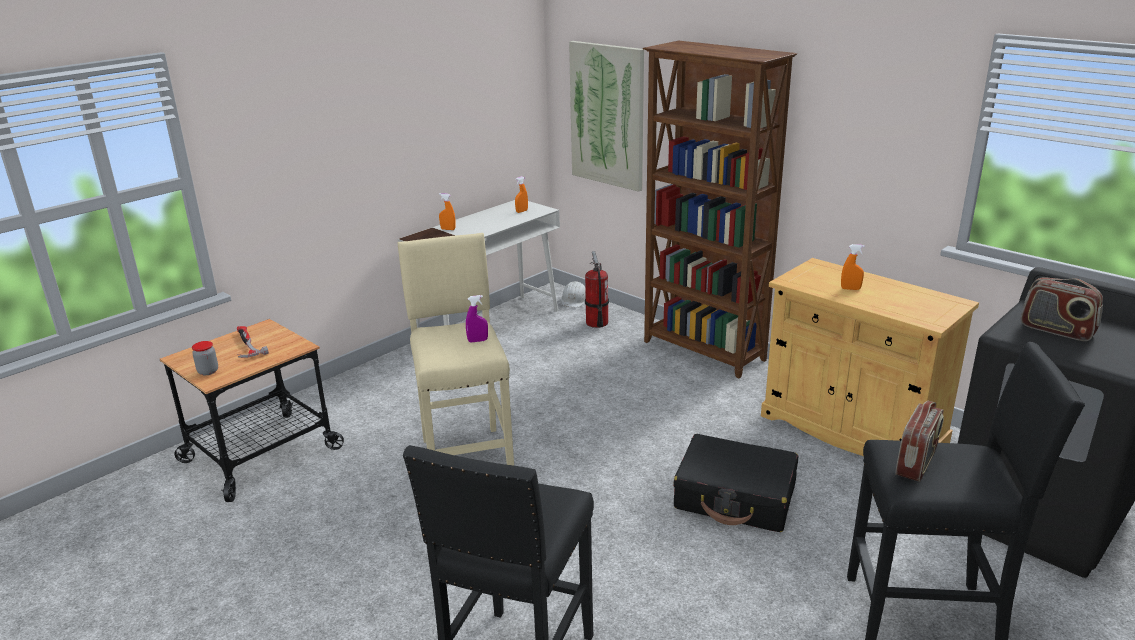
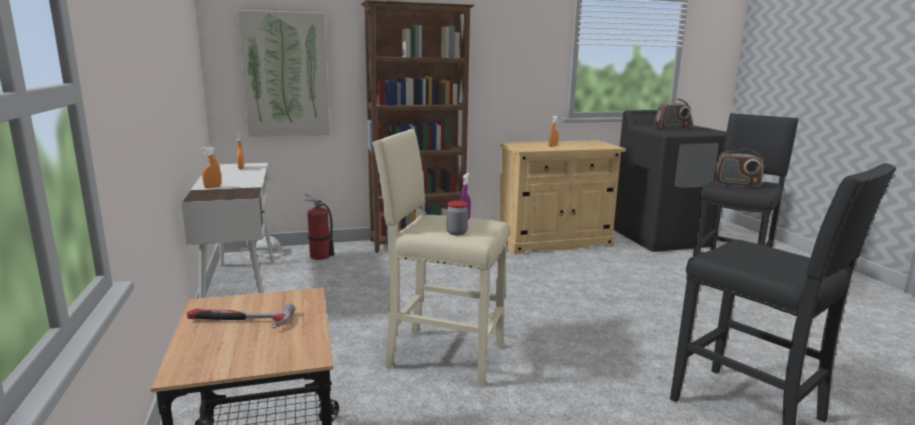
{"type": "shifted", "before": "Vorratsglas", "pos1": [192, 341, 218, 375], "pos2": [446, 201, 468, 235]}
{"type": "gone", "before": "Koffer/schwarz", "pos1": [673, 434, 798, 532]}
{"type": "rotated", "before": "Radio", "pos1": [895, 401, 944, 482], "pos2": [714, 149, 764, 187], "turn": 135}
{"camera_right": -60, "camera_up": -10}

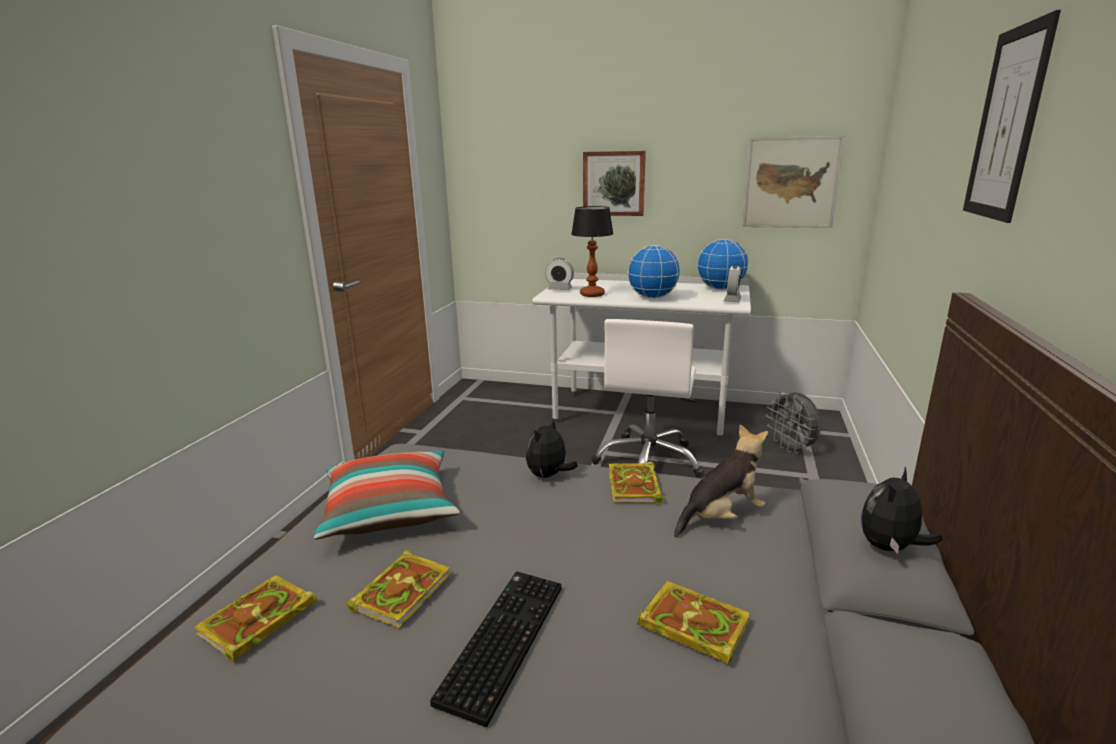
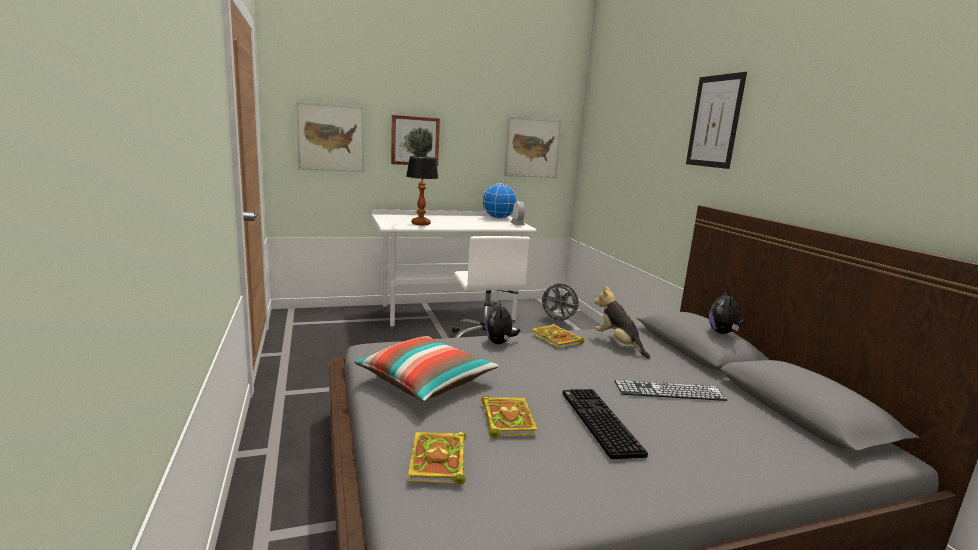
{"type": "gone", "before": "Wecker", "pos1": [545, 258, 574, 290]}
{"type": "gone", "before": "Globus", "pos1": [627, 245, 681, 299]}
{"type": "swapped", "before": "Buch", "after": "Tastatur", "pos1": [637, 581, 750, 666], "pos2": [615, 380, 727, 401]}
{"type": "rotated", "before": "Plüschtier", "pos1": [674, 424, 768, 537], "pos2": [594, 286, 650, 359], "turn": -60}
{"type": "new", "after": "Bild", "pos2": [295, 101, 364, 172]}
{"camera_right": -35, "camera_up": -5}

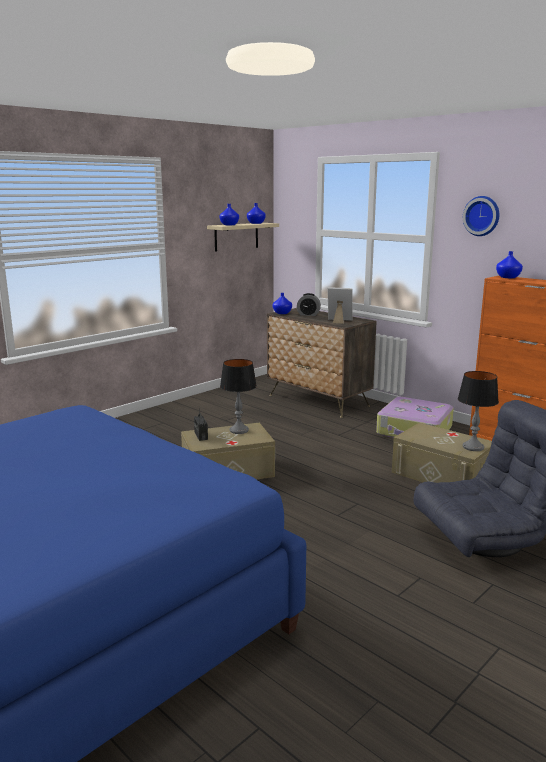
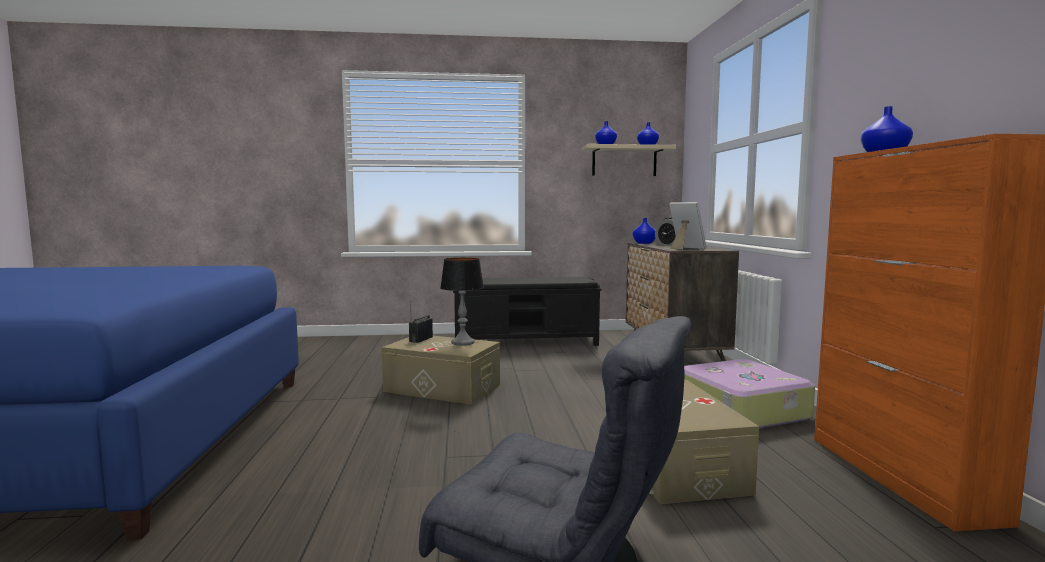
{"type": "gone", "before": "Tischlampe", "pos1": [458, 371, 499, 451]}
{"type": "gone", "before": "Wanduhr", "pos1": [463, 196, 499, 236]}
{"type": "new", "after": "Bank/schwarz", "pos2": [453, 277, 602, 346]}
{"camera_right": 40, "camera_up": -10}

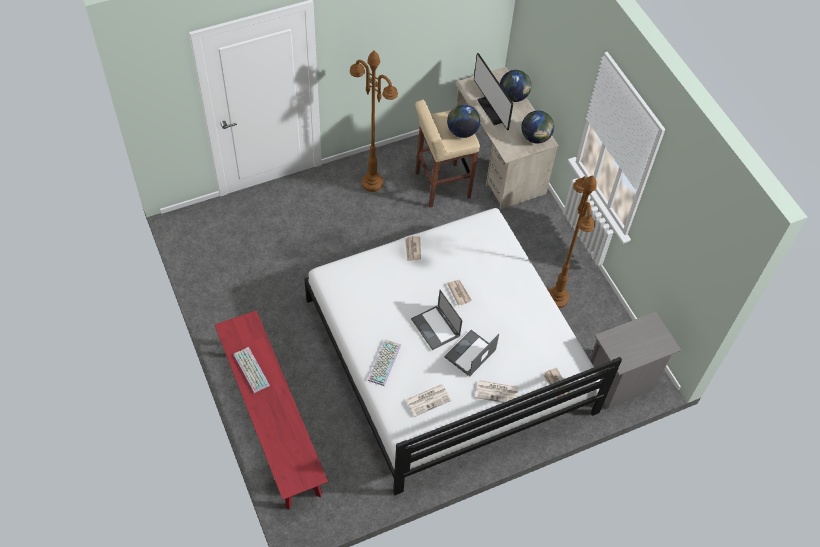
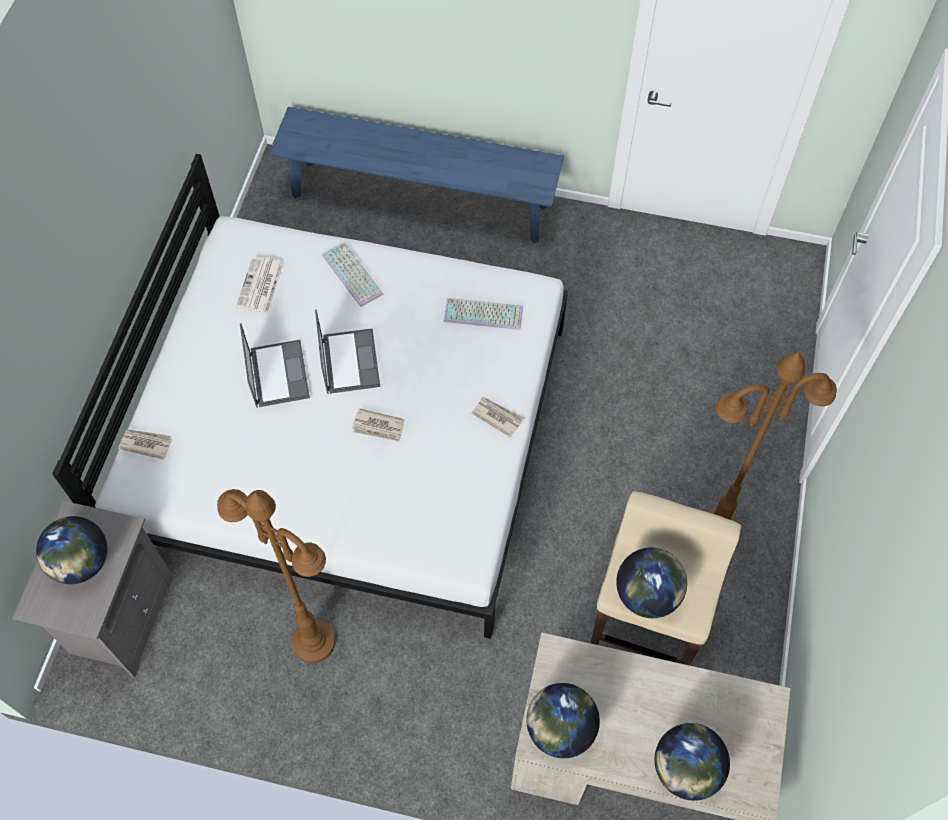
{"type": "repainted", "before": "Bank/rot", "after": "Bank/blau", "pos1": [215, 310, 328, 509], "pos2": [269, 107, 564, 243]}
{"type": "shifted", "before": "Tastatur", "pos1": [233, 347, 270, 393], "pos2": [443, 298, 523, 330]}
{"type": "rotated", "before": "Laptop", "pos1": [411, 290, 462, 350], "pos2": [315, 309, 380, 394], "turn": 75}
{"type": "gone", "before": "Monitor", "pos1": [474, 53, 513, 130]}
{"type": "gone", "before": "Zeitung", "pos1": [476, 380, 518, 405]}
{"type": "new", "after": "Globus", "pos2": [36, 516, 108, 584]}
{"camera_right": 130, "camera_up": 5}

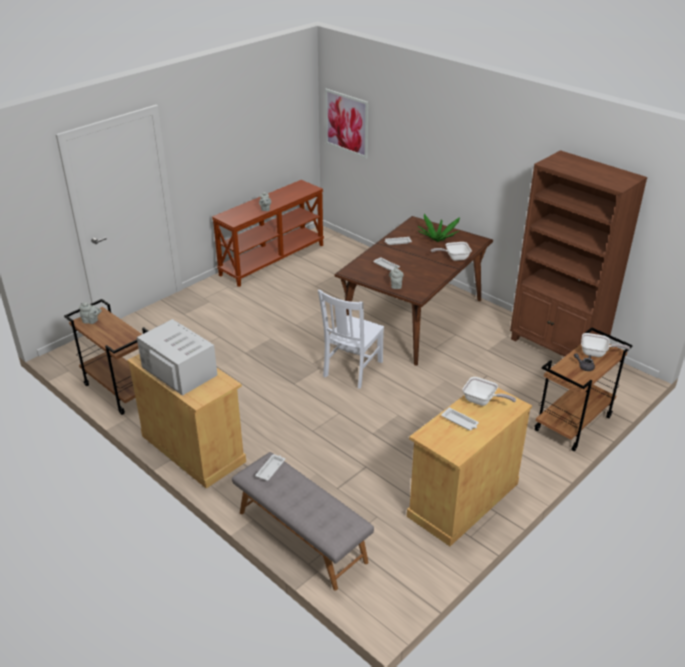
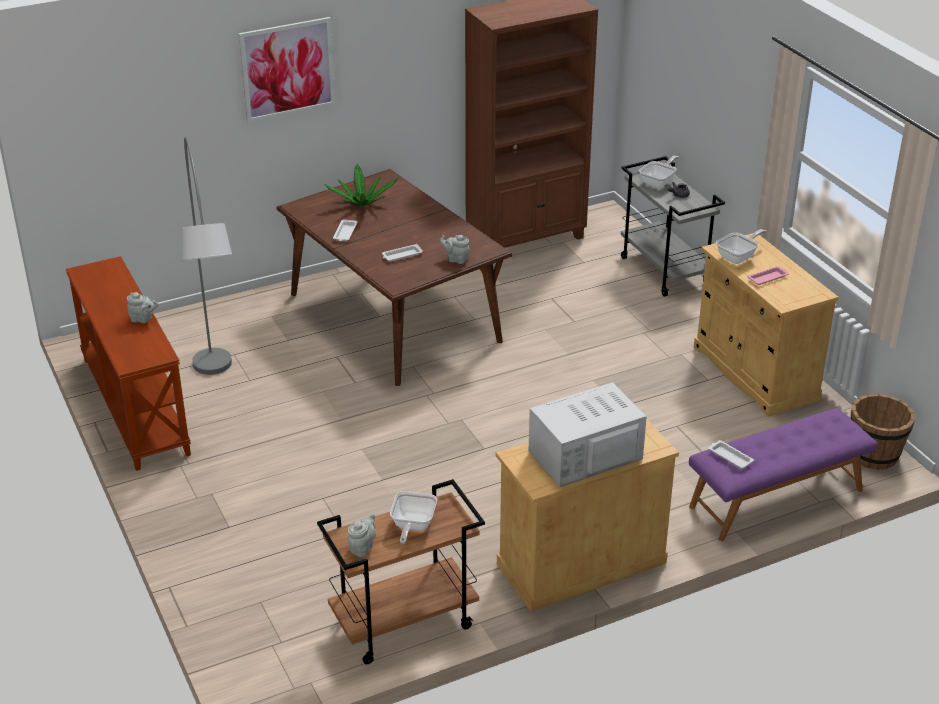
{"type": "repainted", "before": "Bank/grau", "after": "Bank/lila", "pos1": [232, 452, 374, 591], "pos2": [689, 408, 877, 541]}
{"type": "gone", "before": "Stuhl/weiß", "pos1": [318, 290, 384, 389]}
{"type": "shifted", "before": "Bild", "pos1": [325, 89, 368, 159], "pos2": [239, 17, 336, 123]}
{"type": "shifted", "before": "Pfanne", "pos1": [431, 242, 472, 261], "pos2": [390, 491, 437, 544]}
{"type": "repainted", "before": "Tablett/weiß", "after": "Tablett/rosa", "pos1": [441, 407, 479, 430], "pos2": [747, 266, 789, 285]}
{"type": "repainted", "before": "Rollwagen/braun", "after": "Rollwagen/grau", "pos1": [534, 327, 633, 451], "pos2": [621, 156, 725, 297]}
{"type": "new", "after": "Stehlampe/grau", "pos2": [182, 136, 232, 375]}
{"type": "new", "after": "Eimer/braun", "pos2": [851, 394, 915, 470]}
{"camera_right": -70, "camera_up": 0}

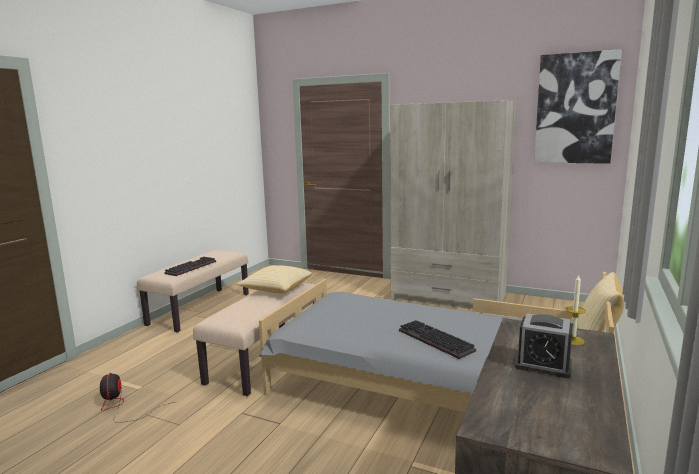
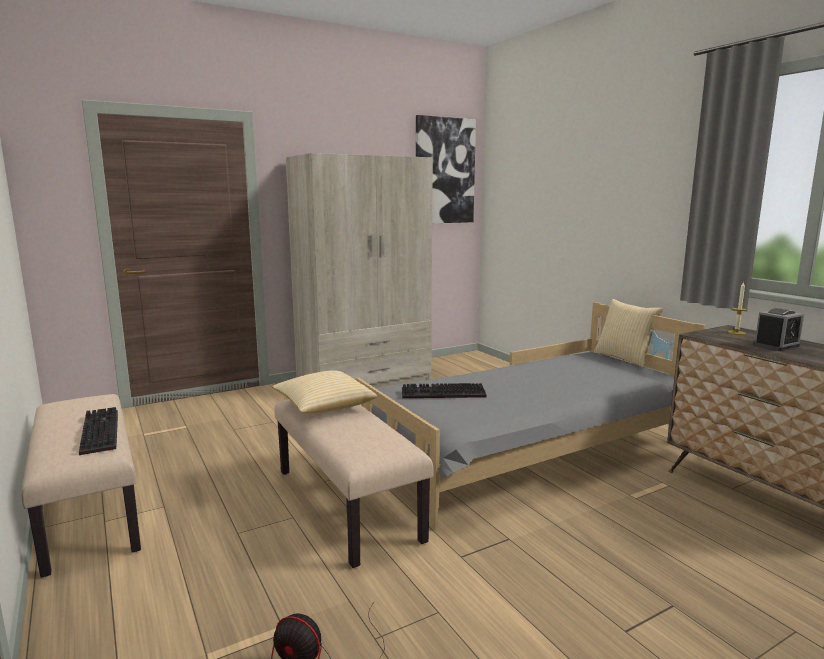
{"type": "shifted", "before": "Tastatur", "pos1": [399, 320, 476, 359], "pos2": [402, 383, 487, 398]}
{"camera_right": -55, "camera_up": 0}

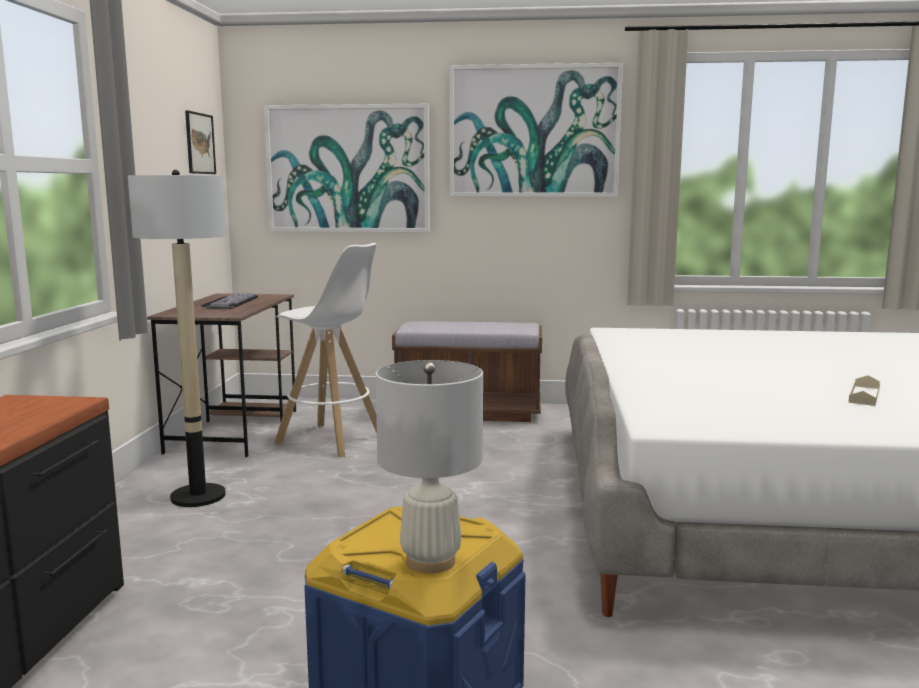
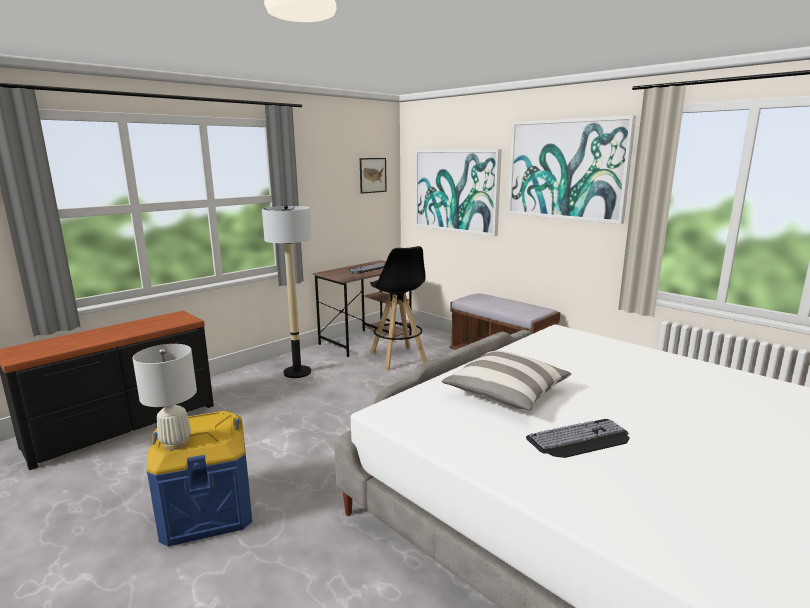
{"type": "repainted", "before": "Hocker/weiß", "after": "Hocker/schwarz", "pos1": [274, 243, 377, 457], "pos2": [370, 246, 427, 371]}
{"type": "swapped", "before": "Tablett/beige", "after": "Tastatur", "pos1": [848, 375, 880, 406], "pos2": [526, 419, 630, 458]}
{"type": "new", "after": "Kissen", "pos2": [441, 351, 572, 410]}
{"camera_right": 40, "camera_up": 5}

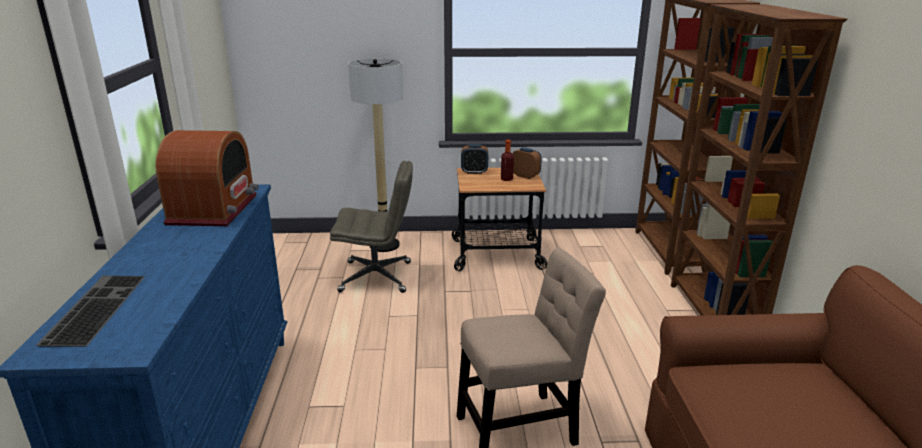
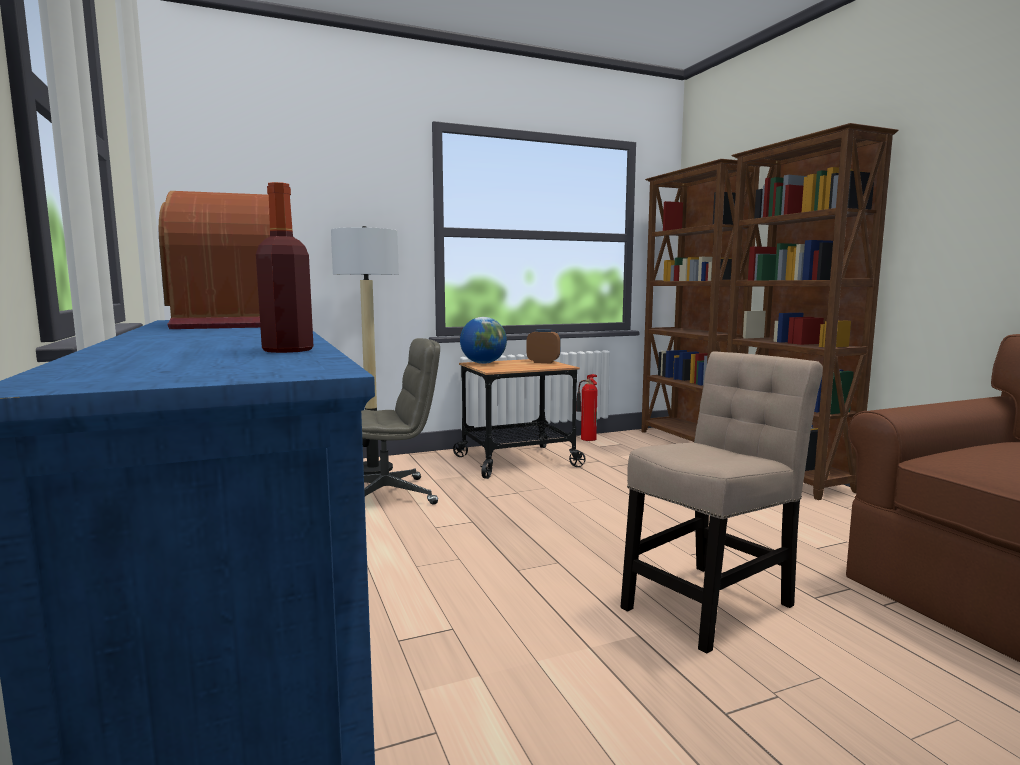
{"type": "gone", "before": "Tastatur", "pos1": [36, 276, 145, 347]}
{"type": "swapped", "before": "Wecker", "after": "Globus", "pos1": [461, 144, 488, 174], "pos2": [460, 317, 507, 364]}
{"type": "shifted", "before": "Flasche", "pos1": [501, 140, 514, 181], "pos2": [256, 182, 313, 353]}
{"type": "new", "after": "Feuerlöscher", "pos2": [576, 374, 598, 441]}
{"camera_right": -20, "camera_up": -15}

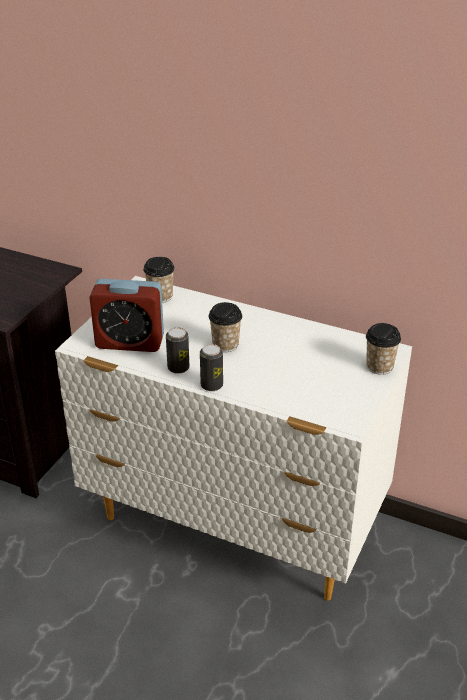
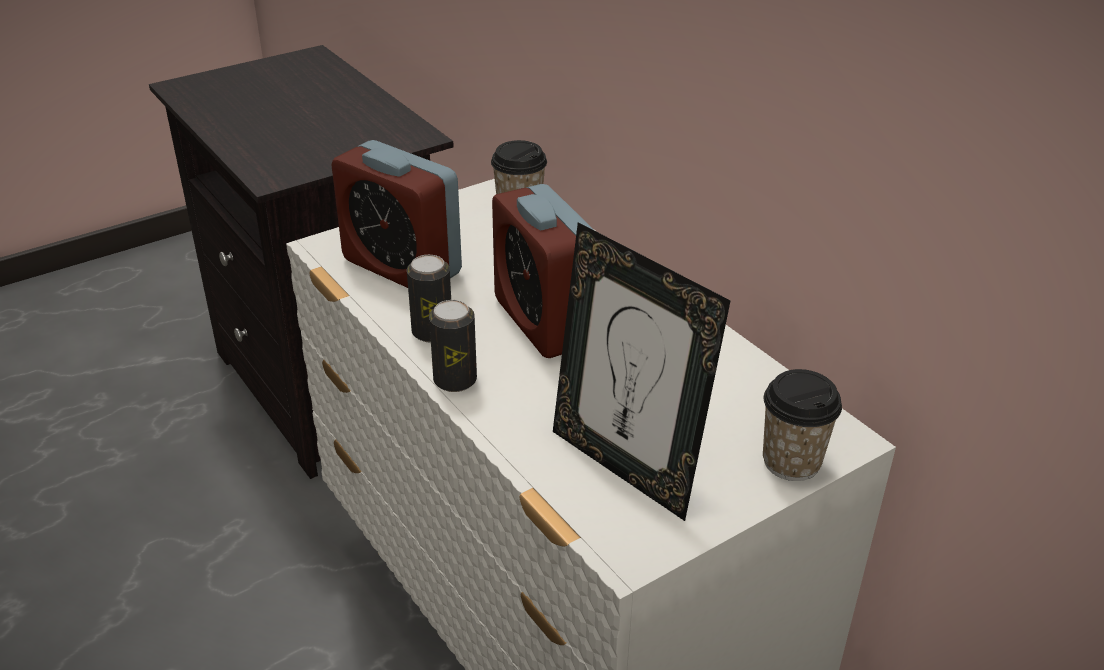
{"type": "swapped", "before": "Tasse", "after": "Wecker", "pos1": [208, 302, 242, 352], "pos2": [492, 184, 595, 358]}
{"type": "new", "after": "Bilderrahmen", "pos2": [553, 222, 731, 521]}
{"camera_right": 30, "camera_up": 0}

